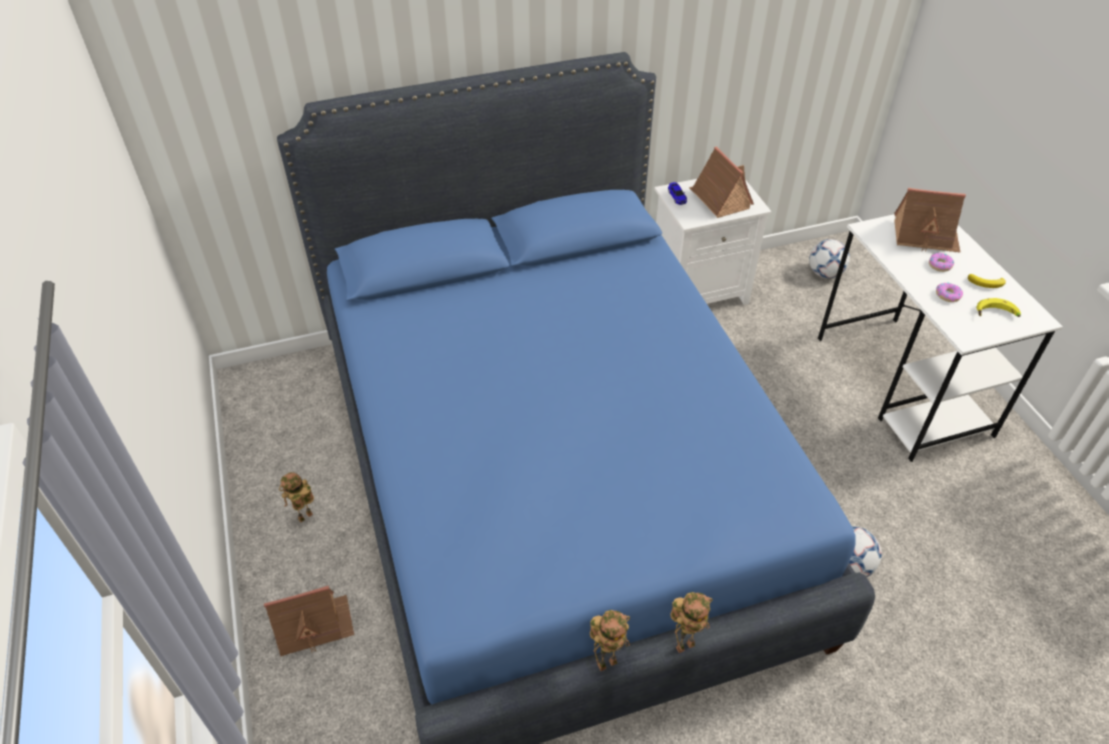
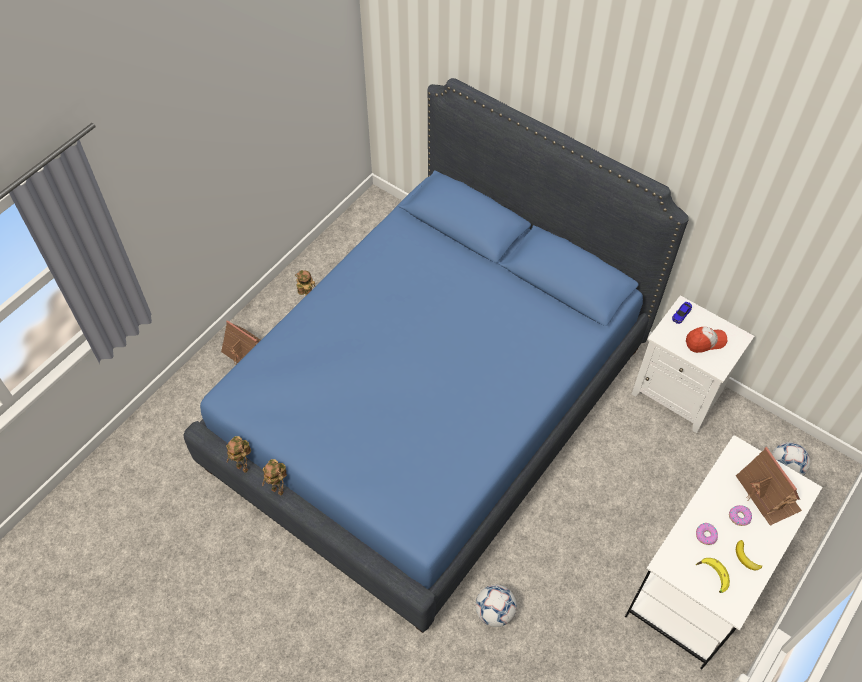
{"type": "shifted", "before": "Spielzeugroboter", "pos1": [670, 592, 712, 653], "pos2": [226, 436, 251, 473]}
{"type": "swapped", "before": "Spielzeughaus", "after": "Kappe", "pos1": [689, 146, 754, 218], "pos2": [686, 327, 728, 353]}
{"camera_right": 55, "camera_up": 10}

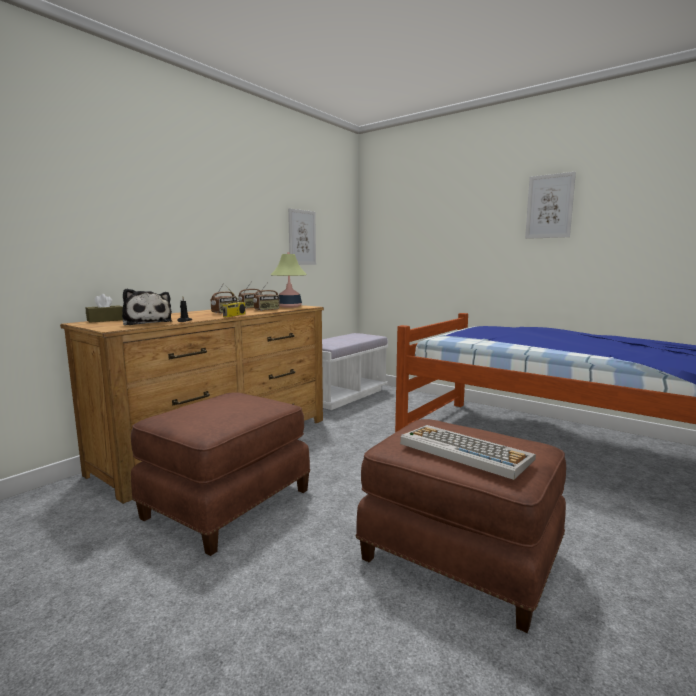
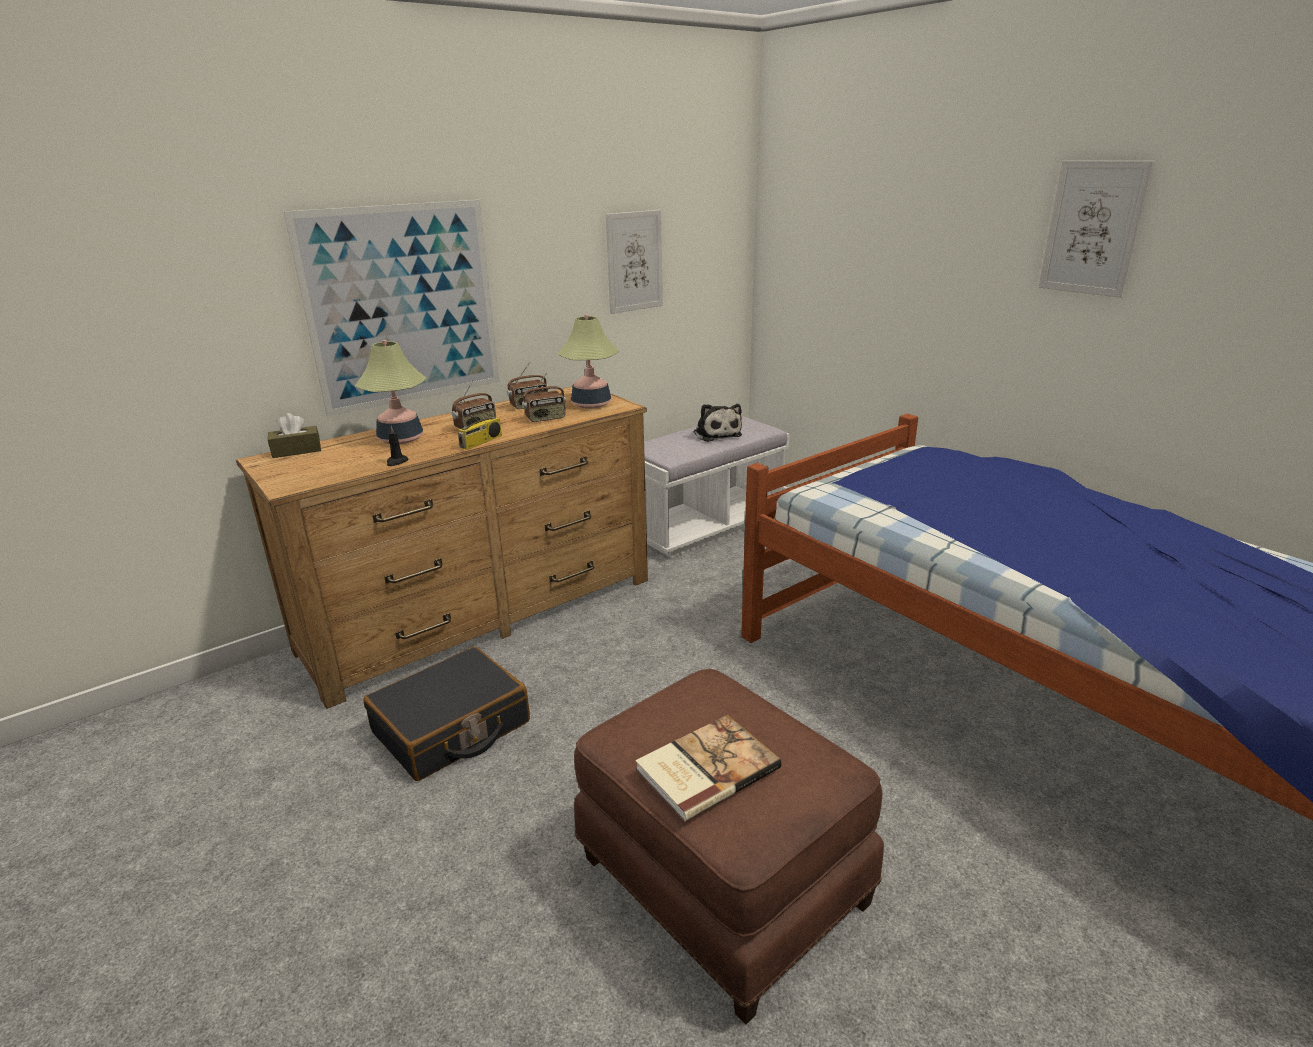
{"type": "shifted", "before": "Plüschtier", "pos1": [122, 289, 172, 325], "pos2": [693, 404, 742, 442]}
{"type": "swapped", "before": "Polsterhocker/braun", "after": "Koffer/schwarz", "pos1": [131, 392, 310, 556], "pos2": [363, 647, 530, 781]}
{"type": "swapped", "before": "Tastatur", "after": "Buch", "pos1": [400, 425, 536, 480], "pos2": [635, 715, 782, 821]}
{"type": "new", "after": "Bild", "pos2": [283, 200, 499, 417]}
{"type": "new", "after": "Tischlampe", "pos2": [355, 340, 427, 444]}
{"camera_right": 15, "camera_up": 15}

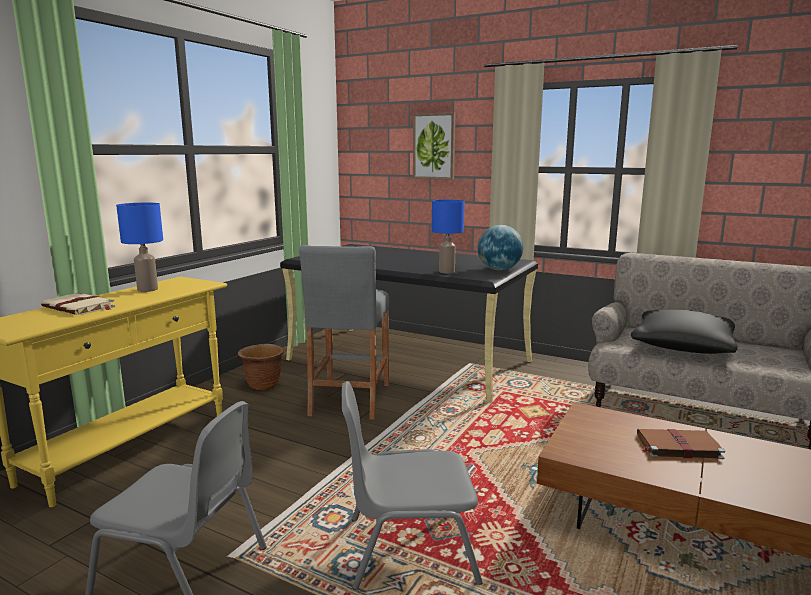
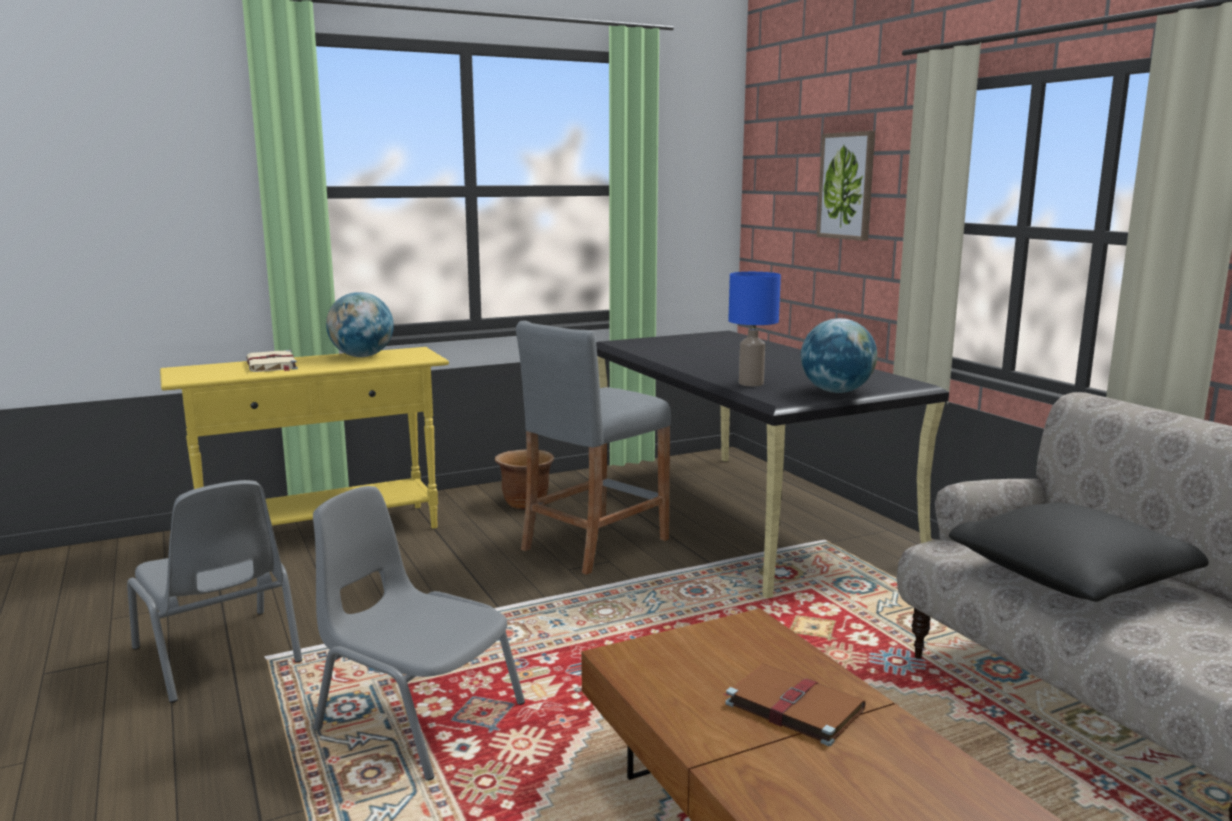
{"type": "swapped", "before": "Tischlampe/blau", "after": "Globus", "pos1": [116, 203, 163, 292], "pos2": [326, 292, 394, 357]}
{"camera_right": 35, "camera_up": 0}

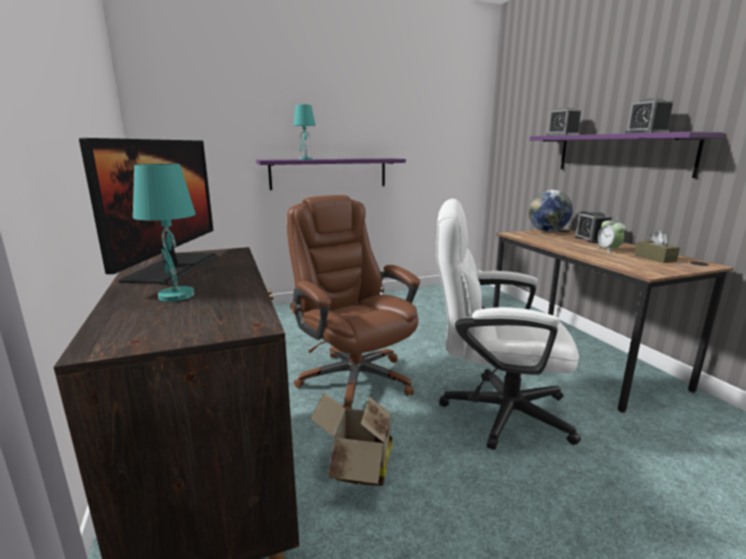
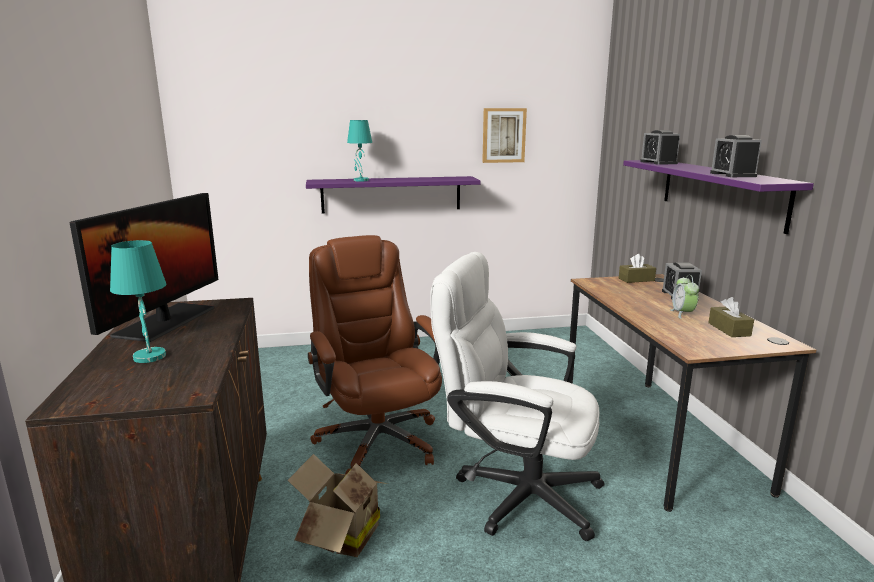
{"type": "swapped", "before": "Globus", "after": "Taschentuchbox/braun", "pos1": [528, 190, 573, 232], "pos2": [619, 254, 656, 283]}
{"type": "new", "after": "Bild", "pos2": [482, 108, 527, 163]}
{"camera_right": 10, "camera_up": 0}

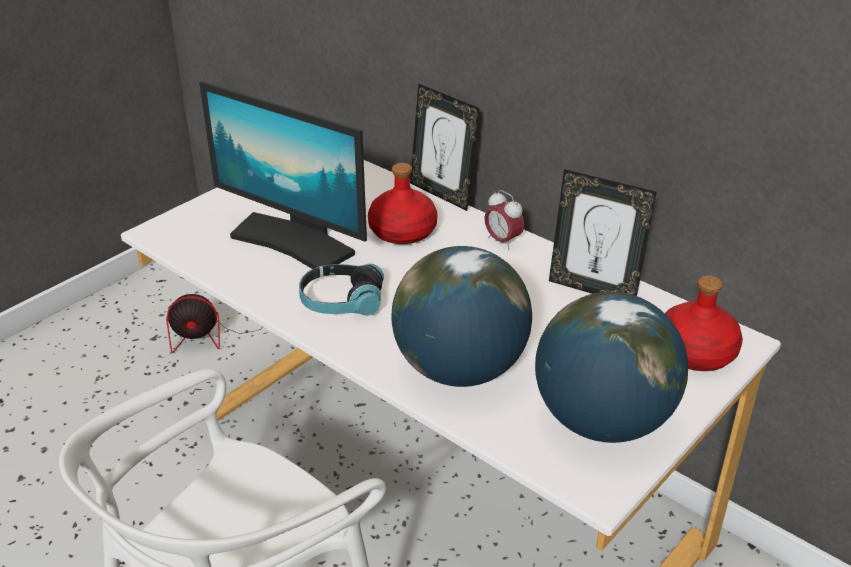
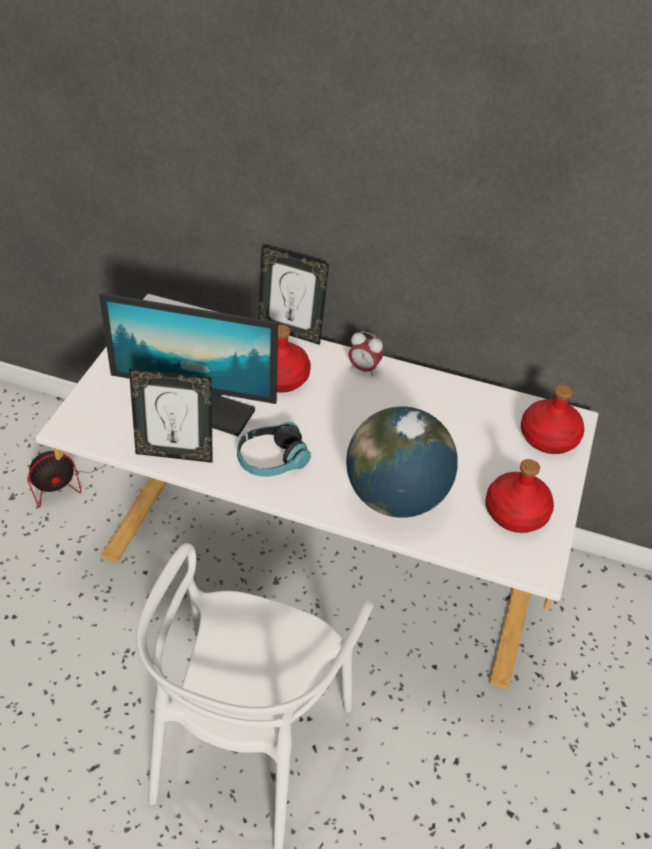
{"type": "swapped", "before": "Globus", "after": "Flasche/rot", "pos1": [535, 292, 688, 443], "pos2": [485, 459, 554, 533]}
{"type": "shifted", "before": "Bilderrahmen", "pos1": [549, 169, 657, 296], "pos2": [129, 368, 213, 463]}
{"camera_right": -25, "camera_up": 10}

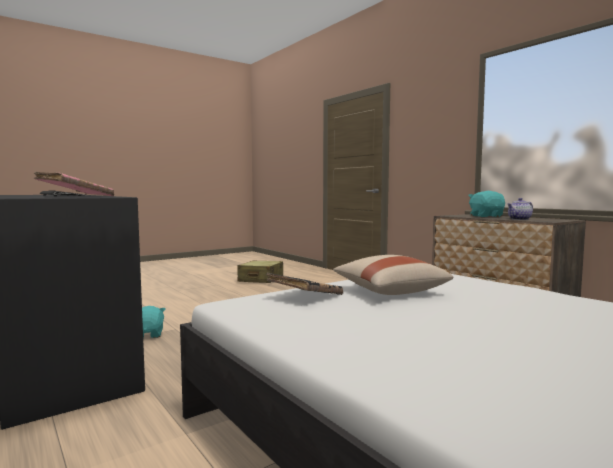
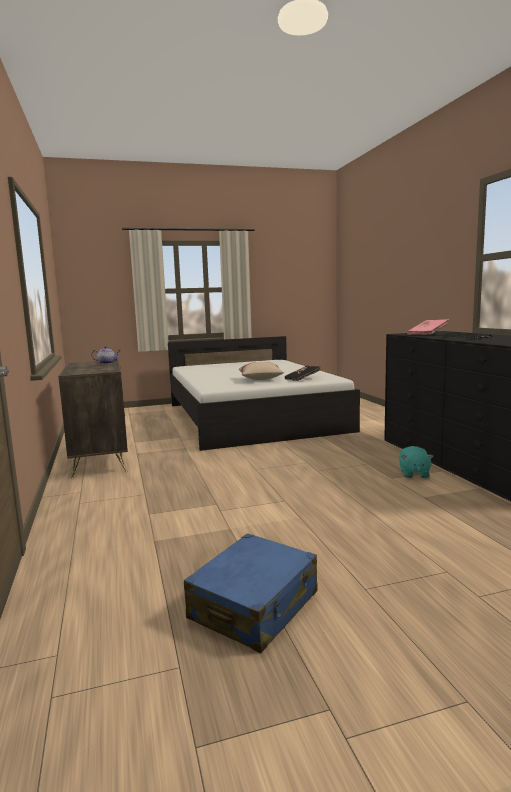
{"type": "repainted", "before": "Koffer/beige", "after": "Koffer/blau", "pos1": [237, 260, 283, 283], "pos2": [184, 533, 318, 653]}
{"type": "gone", "before": "Plüschtier/türkis", "pos1": [468, 191, 505, 217]}
{"camera_right": -160, "camera_up": 5}

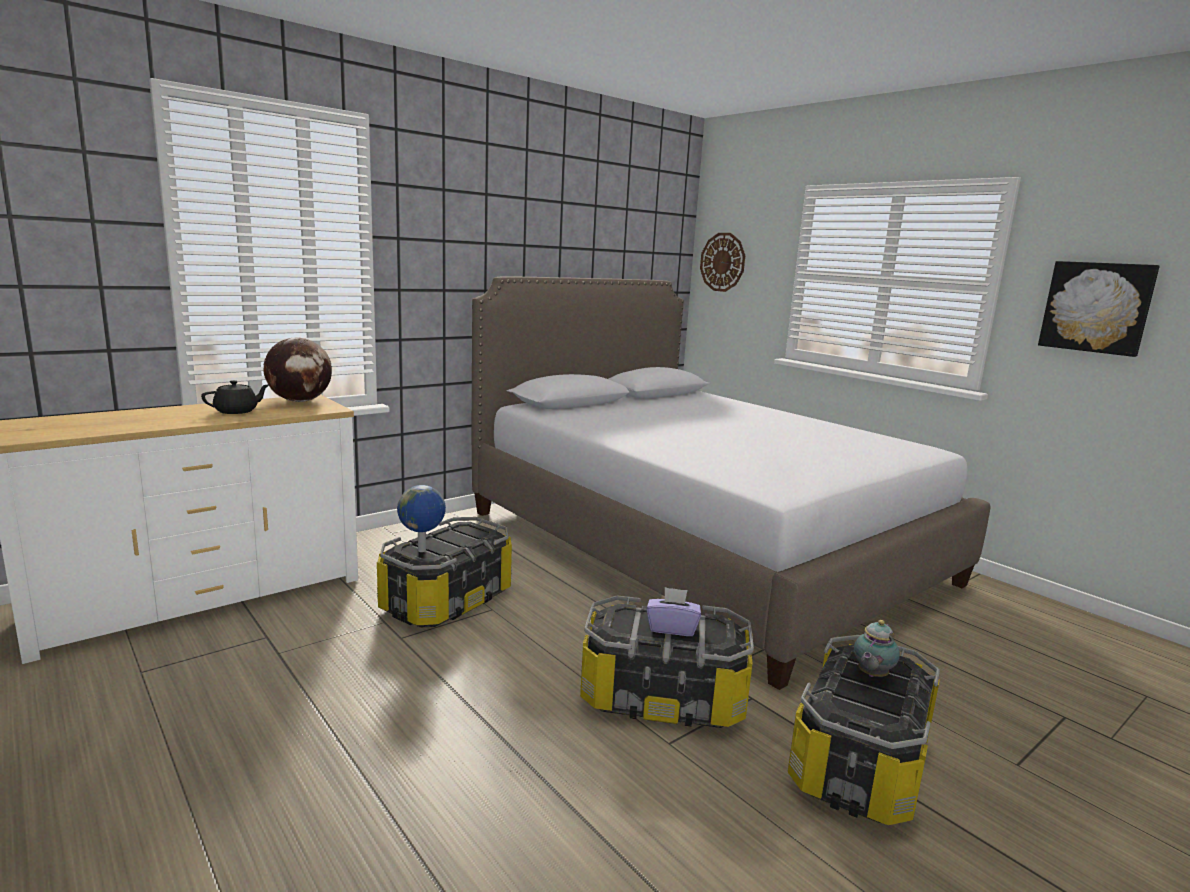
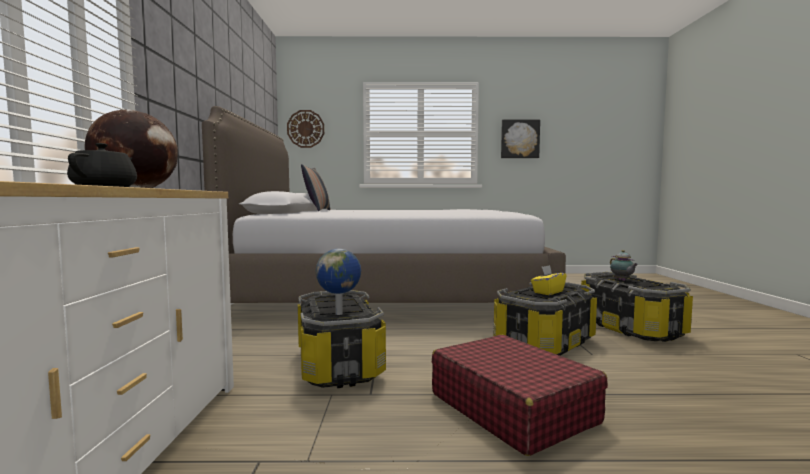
{"type": "repainted", "before": "Taschentuchbox/lila", "after": "Taschentuchbox/gelb", "pos1": [647, 587, 701, 636], "pos2": [531, 265, 567, 295]}
{"type": "new", "after": "Kissen", "pos2": [301, 164, 331, 211]}
{"type": "new", "after": "Koffer/rot", "pos2": [432, 335, 608, 456]}
{"camera_right": -50, "camera_up": -10}

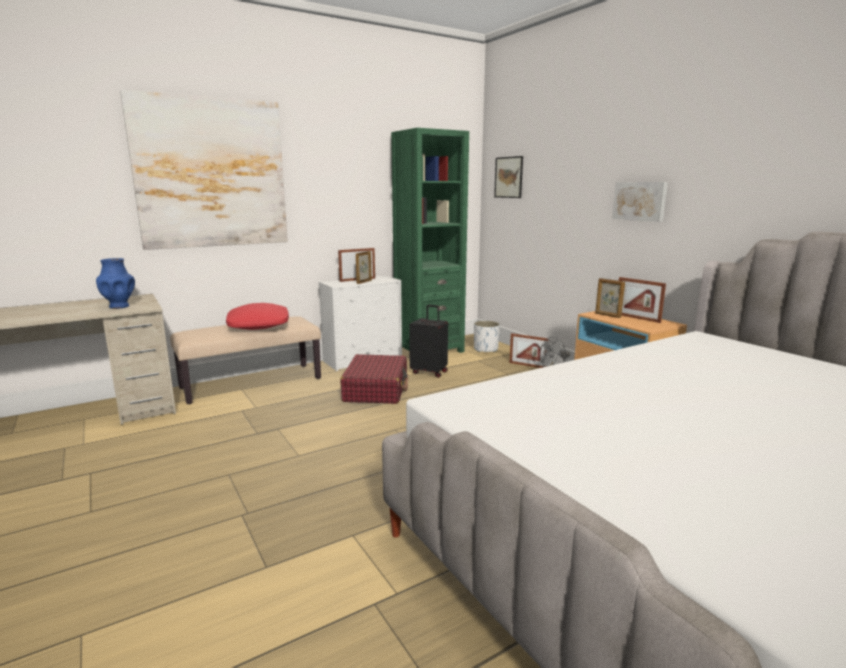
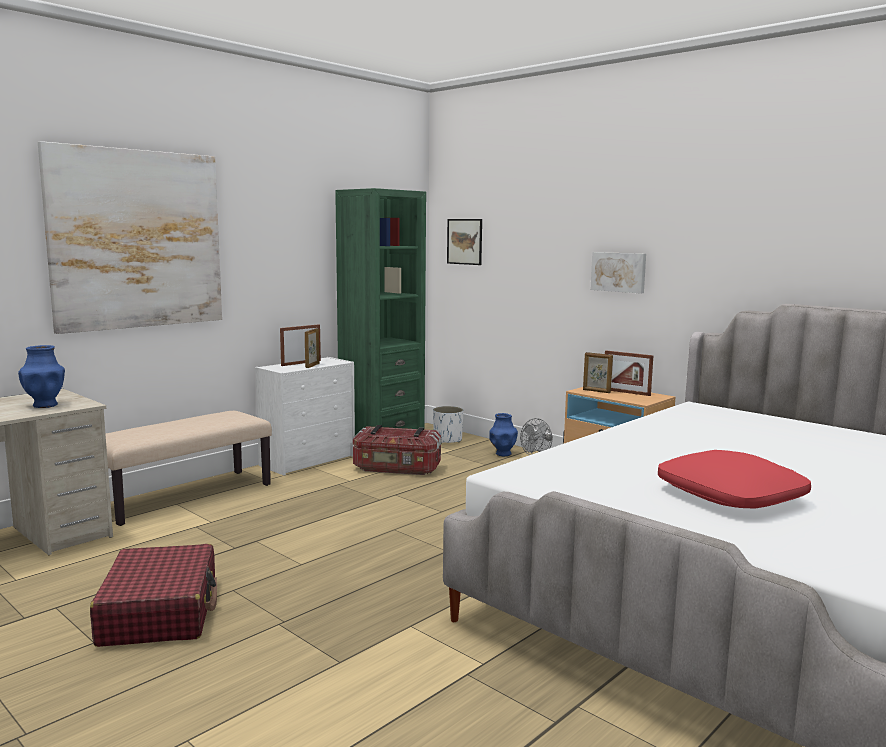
{"type": "shifted", "before": "Kissen/rot", "pos1": [226, 303, 289, 330], "pos2": [658, 450, 811, 509]}
{"type": "shifted", "before": "Koffer/rot", "pos1": [341, 354, 408, 404], "pos2": [90, 544, 217, 647]}
{"type": "swapped", "before": "Koffer/schwarz", "after": "Aufbewahrungsbox", "pos1": [409, 305, 448, 378], "pos2": [353, 425, 441, 475]}
{"type": "swapped", "before": "Bilderrahmen", "after": "Vase/blau", "pos1": [510, 333, 549, 368], "pos2": [489, 413, 518, 456]}
{"camera_right": -15, "camera_up": -5}

